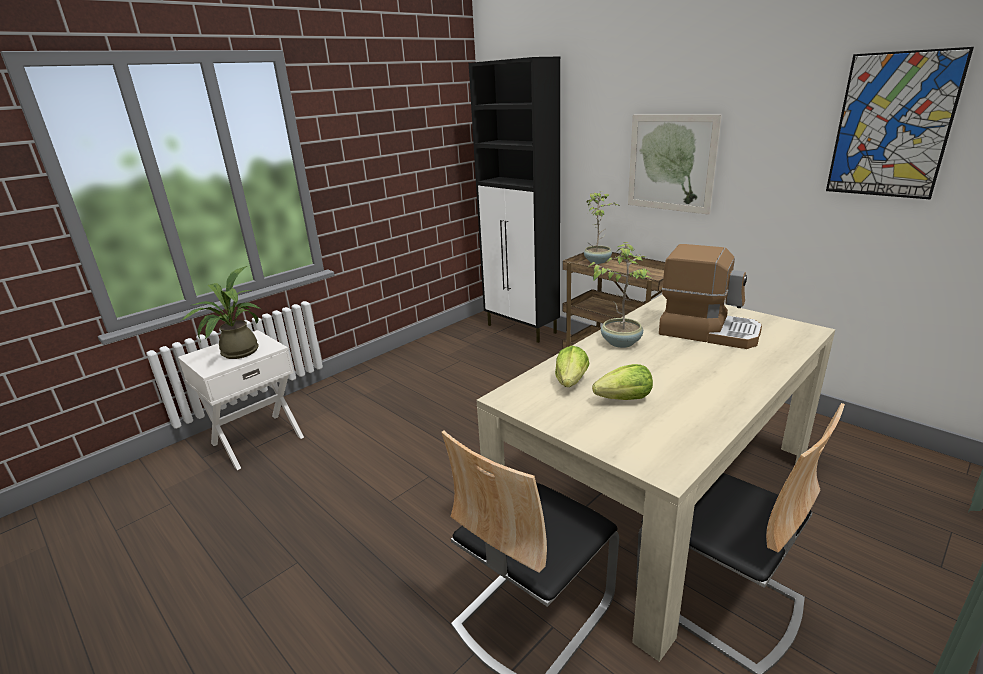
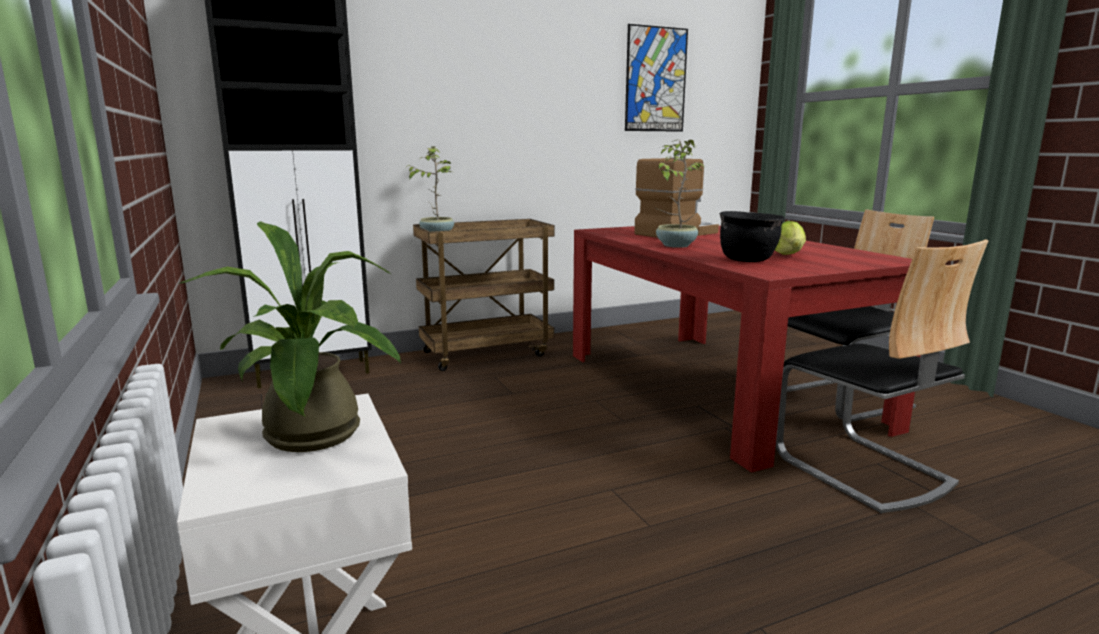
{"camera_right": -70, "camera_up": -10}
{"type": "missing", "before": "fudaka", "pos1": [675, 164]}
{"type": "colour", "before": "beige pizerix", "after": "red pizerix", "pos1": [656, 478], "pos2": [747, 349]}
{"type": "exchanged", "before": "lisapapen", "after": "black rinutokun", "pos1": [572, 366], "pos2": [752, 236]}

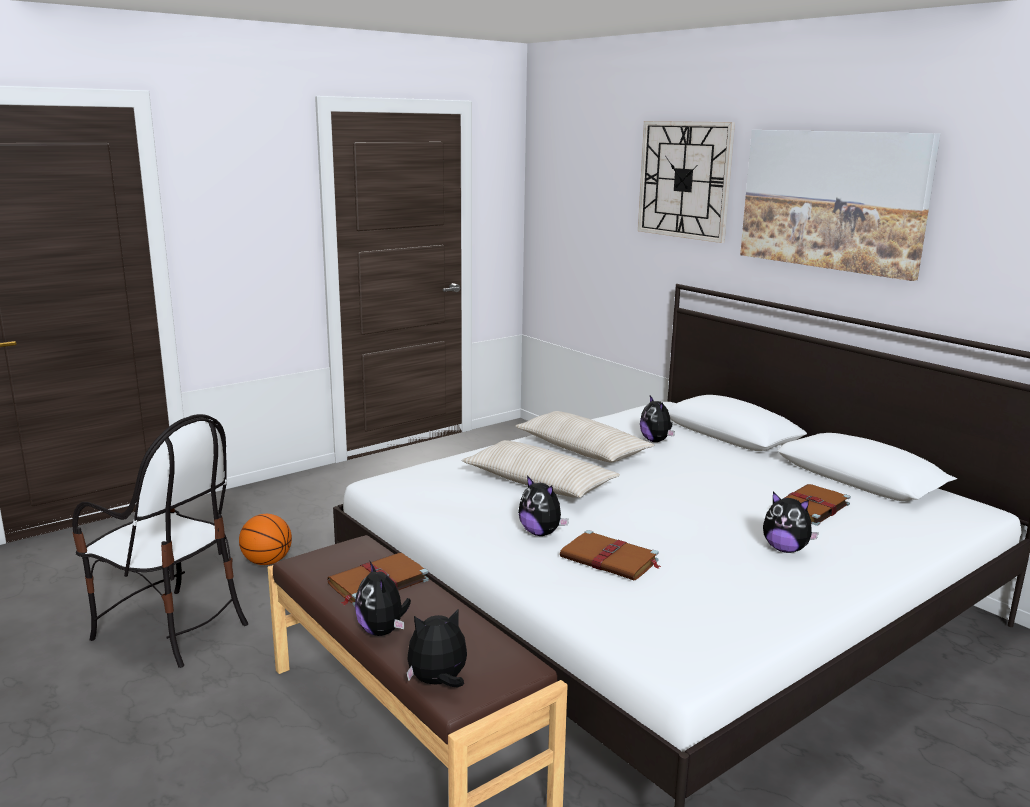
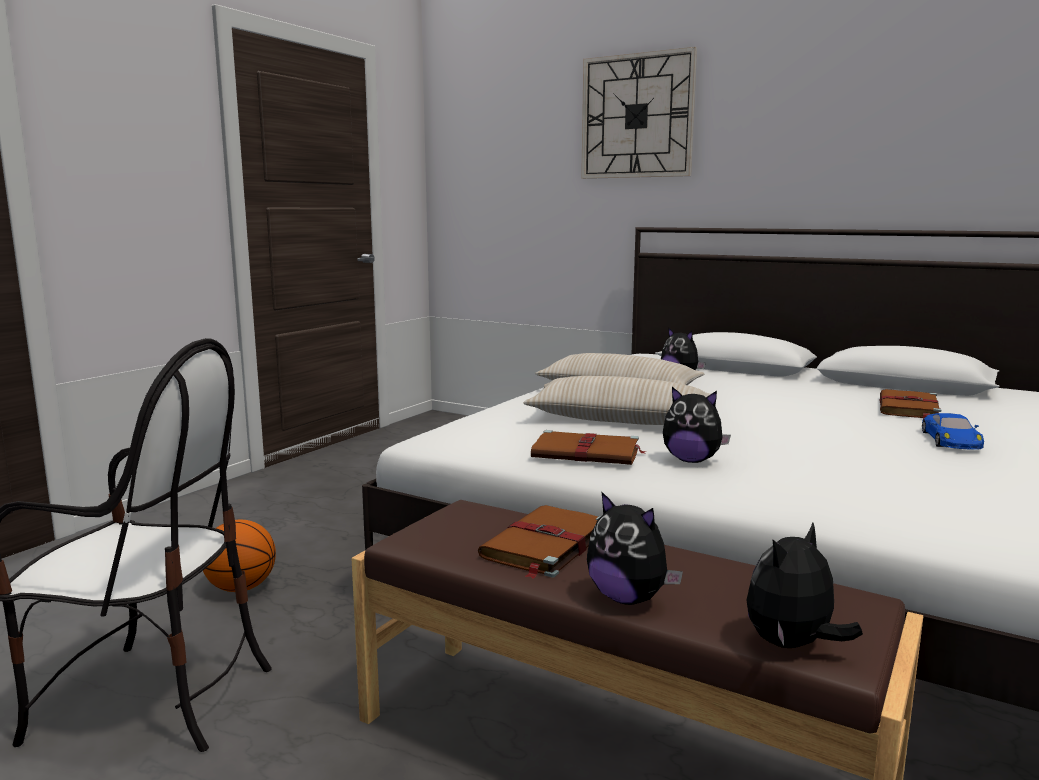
{"camera_right": -20, "camera_up": -5}
{"type": "missing", "before": "fudaka", "pos1": [840, 205]}
{"type": "exchanged", "before": "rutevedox", "after": "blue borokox", "pos1": [791, 522], "pos2": [953, 431]}
{"type": "relocated", "before": "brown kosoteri", "pos1": [611, 555], "pos2": [589, 447]}

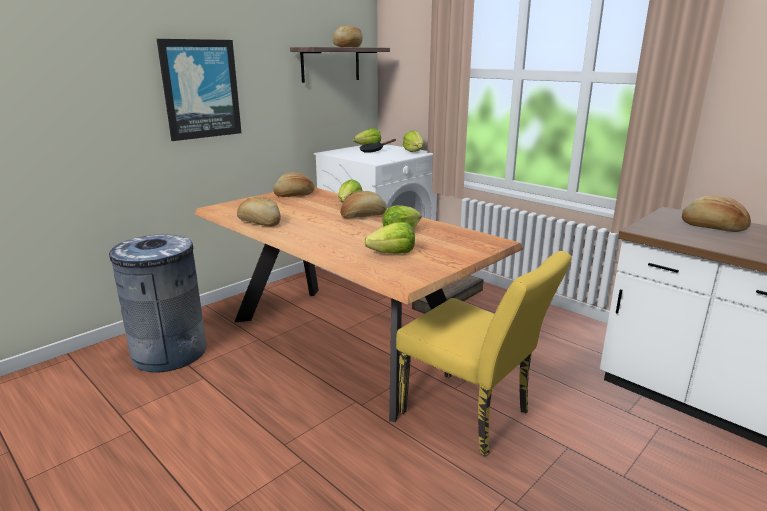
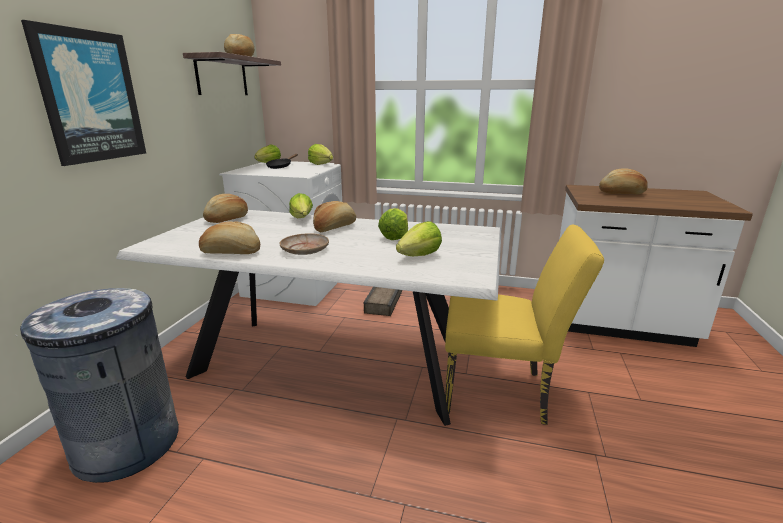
{"camera_right": -30, "camera_up": 0}
{"type": "colour", "before": "brown pizerix", "after": "white pizerix", "pos1": [358, 304], "pos2": [308, 318]}
{"type": "appeared", "after": "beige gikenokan", "pos2": [304, 244]}

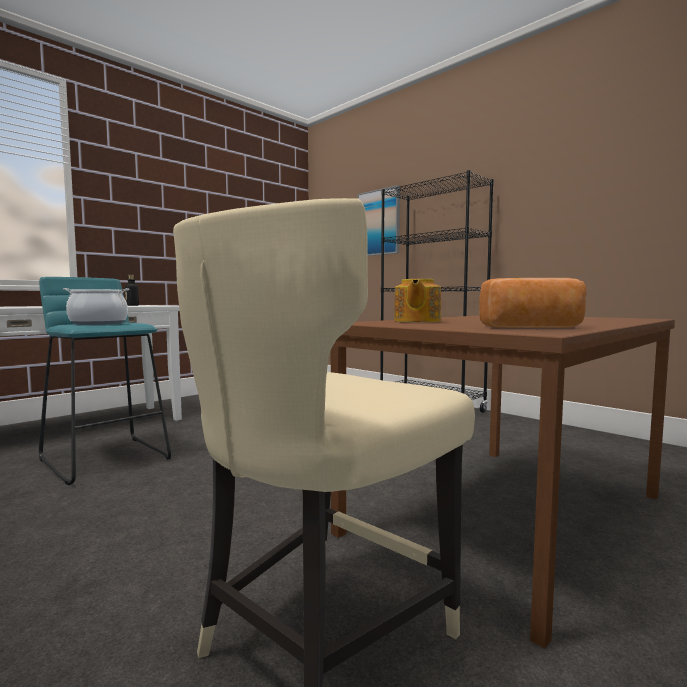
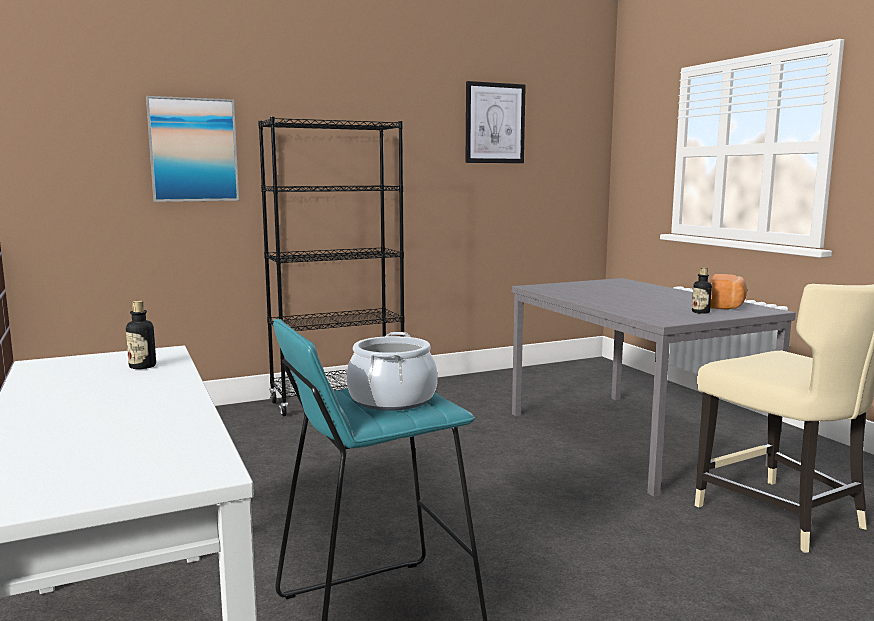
{"camera_right": -70, "camera_up": 5}
{"type": "missing", "before": "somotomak", "pos1": [417, 300]}
{"type": "colour", "before": "brown pizerix", "after": "grey pizerix", "pos1": [503, 482], "pos2": [654, 387]}
{"type": "appeared", "after": "fudaka", "pos2": [496, 122]}
{"type": "appeared", "after": "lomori", "pos2": [702, 290]}

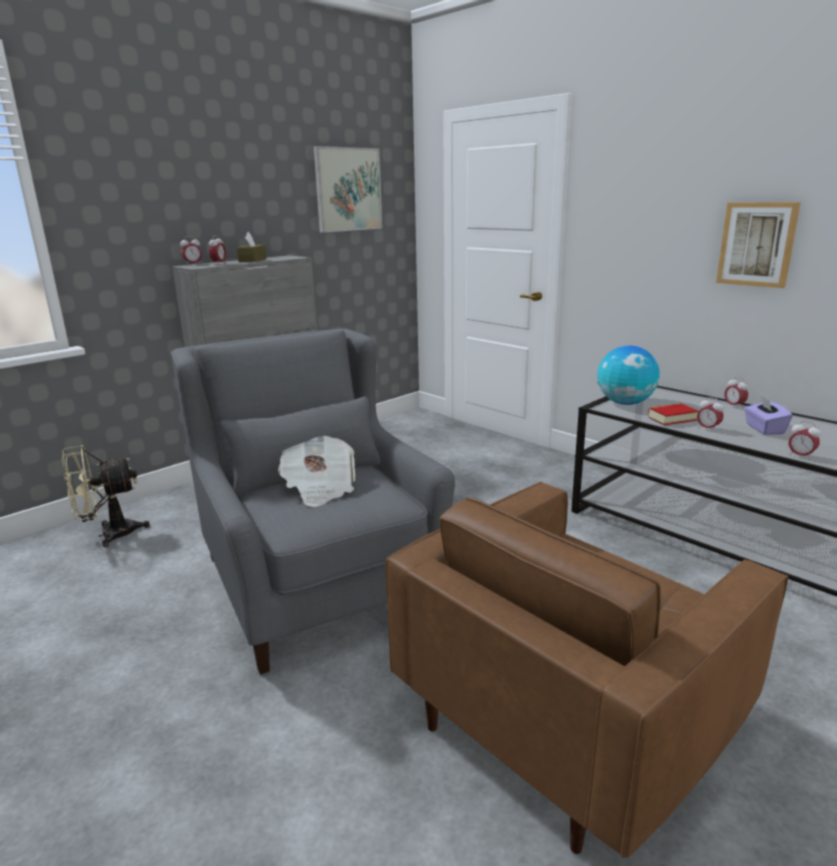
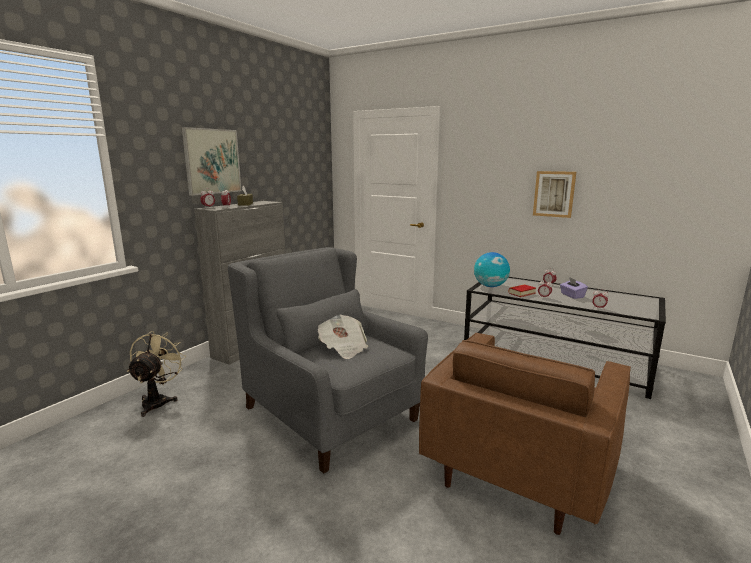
{"camera_right": -15, "camera_up": -5}
{"type": "relocated", "before": "fudaka", "pos1": [348, 189], "pos2": [211, 161]}
{"type": "spun", "before": "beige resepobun", "pos1": [105, 496], "pos2": [156, 374], "turn": 135}

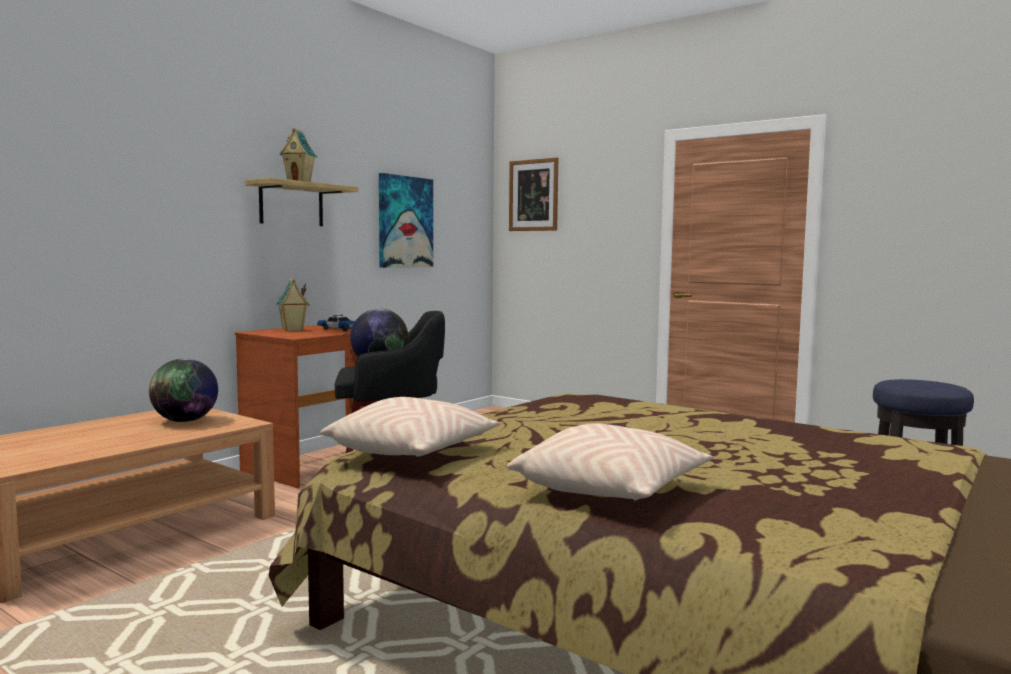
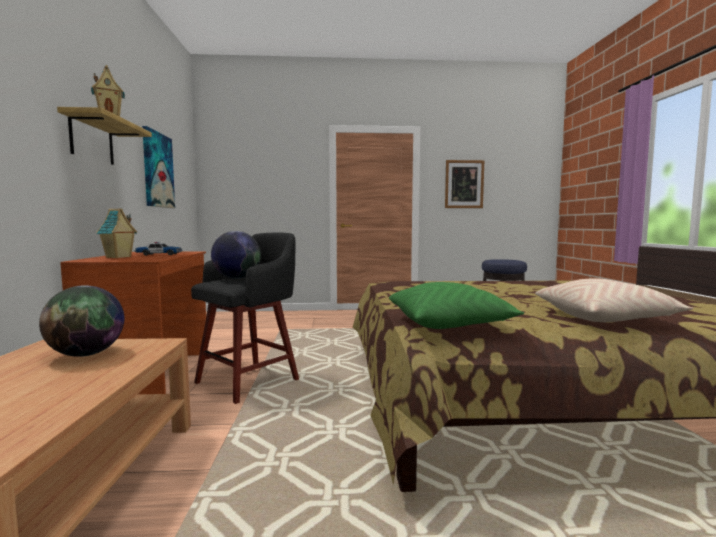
{"camera_right": -40, "camera_up": 0}
{"type": "relocated", "before": "fudaka", "pos1": [533, 194], "pos2": [464, 184]}
{"type": "colour", "before": "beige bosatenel", "after": "green bosatenel", "pos1": [410, 427], "pos2": [456, 305]}

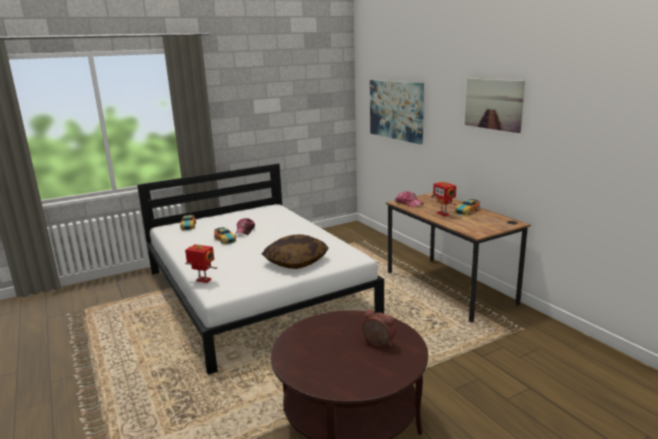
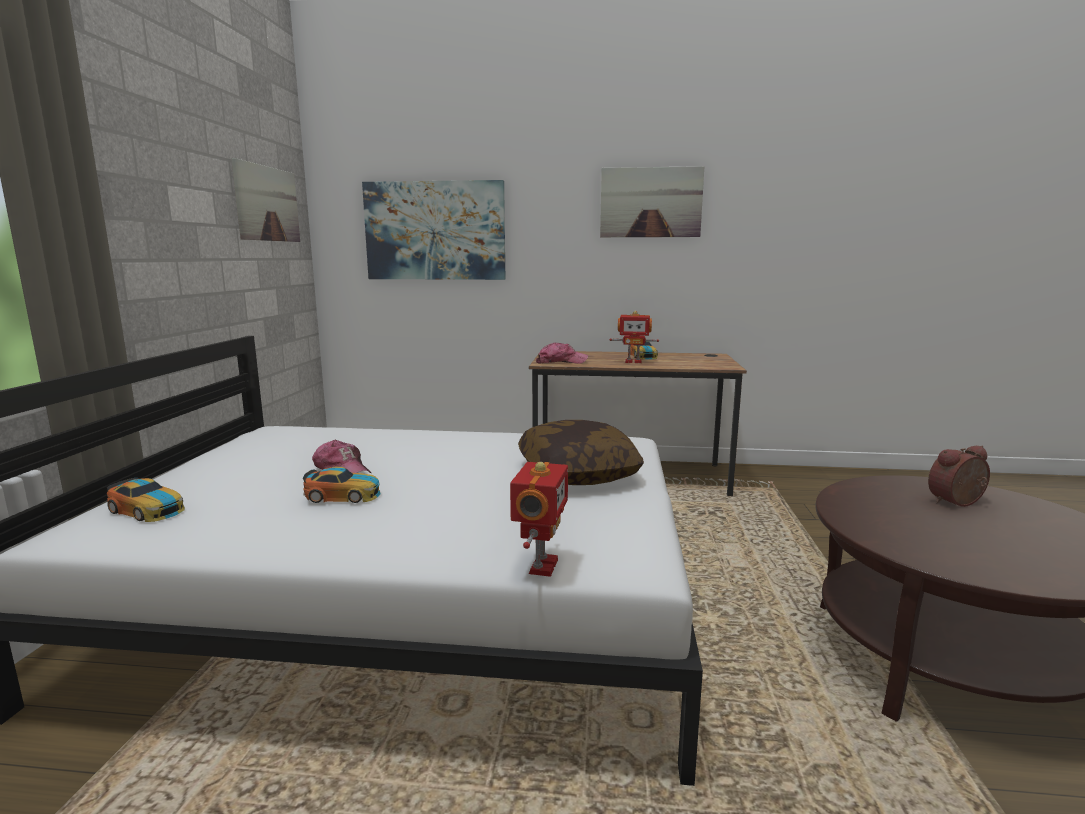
{"camera_right": -55, "camera_up": -5}
{"type": "spun", "before": "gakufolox", "pos1": [201, 263], "pos2": [539, 519], "turn": 135}
{"type": "appeared", "after": "fudaka", "pos2": [265, 200]}

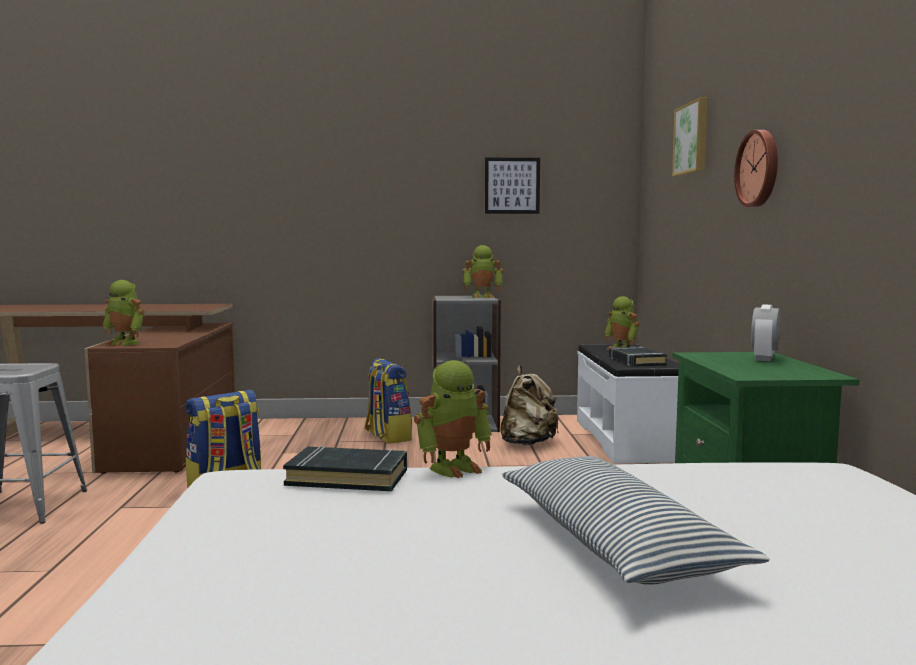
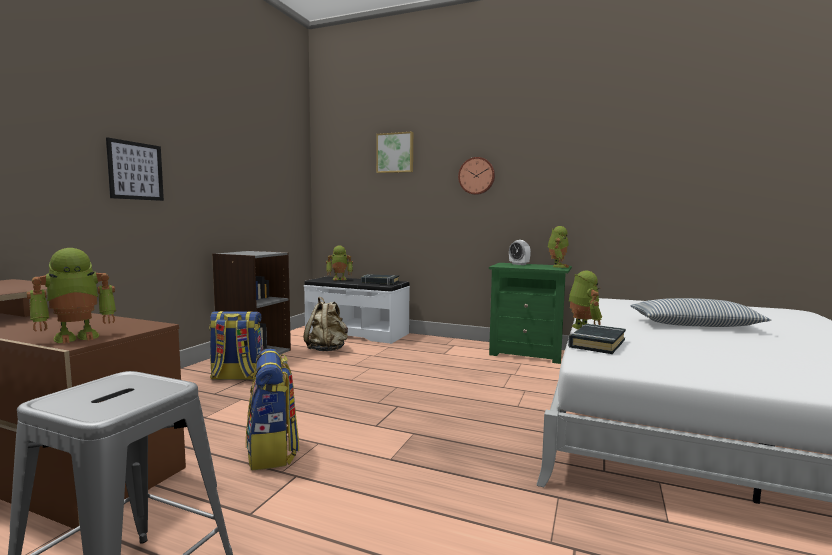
{"camera_right": -65, "camera_up": 0}
{"type": "relocated", "before": "fudaka", "pos1": [512, 186], "pos2": [135, 169]}
{"type": "relocated", "before": "gakufolox", "pos1": [483, 271], "pos2": [558, 247]}

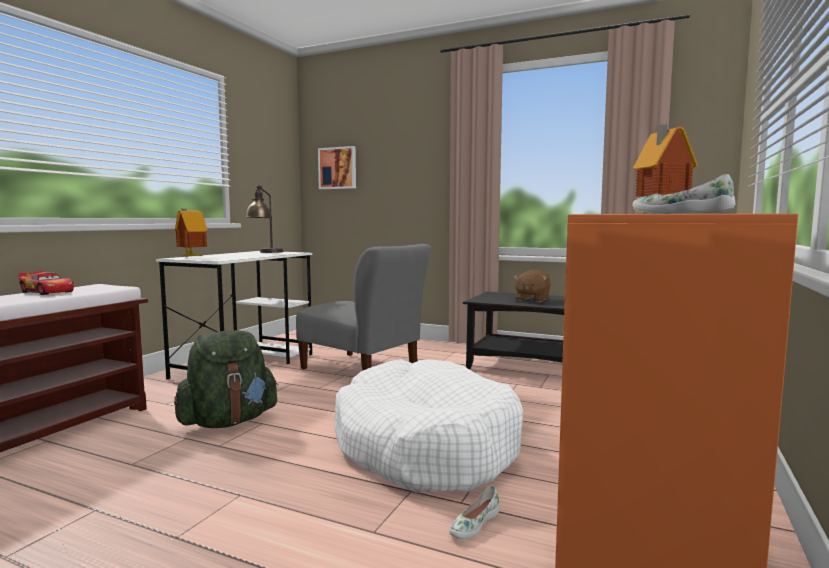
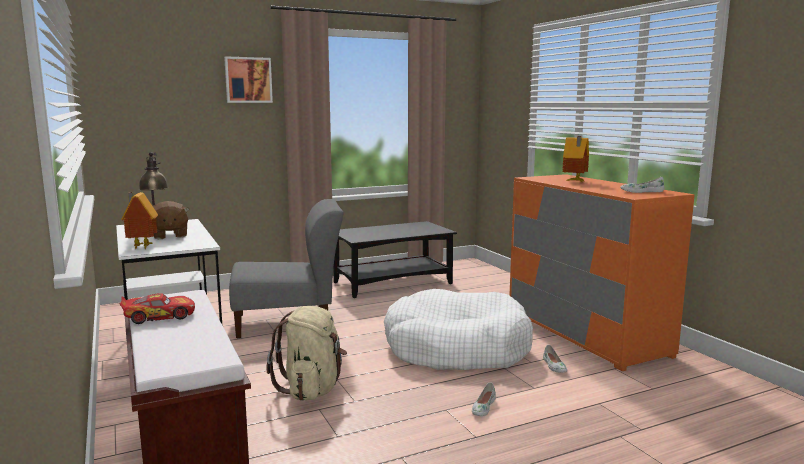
{"camera_right": -50, "camera_up": 5}
{"type": "relocated", "before": "fudaka", "pos1": [337, 167], "pos2": [248, 79]}
{"type": "relocated", "before": "brown rutevedox", "pos1": [532, 286], "pos2": [171, 220]}
{"type": "colour", "before": "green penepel", "after": "beige penepel", "pos1": [226, 379], "pos2": [306, 353]}
{"type": "appeared", "after": "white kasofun", "pos2": [484, 399]}

